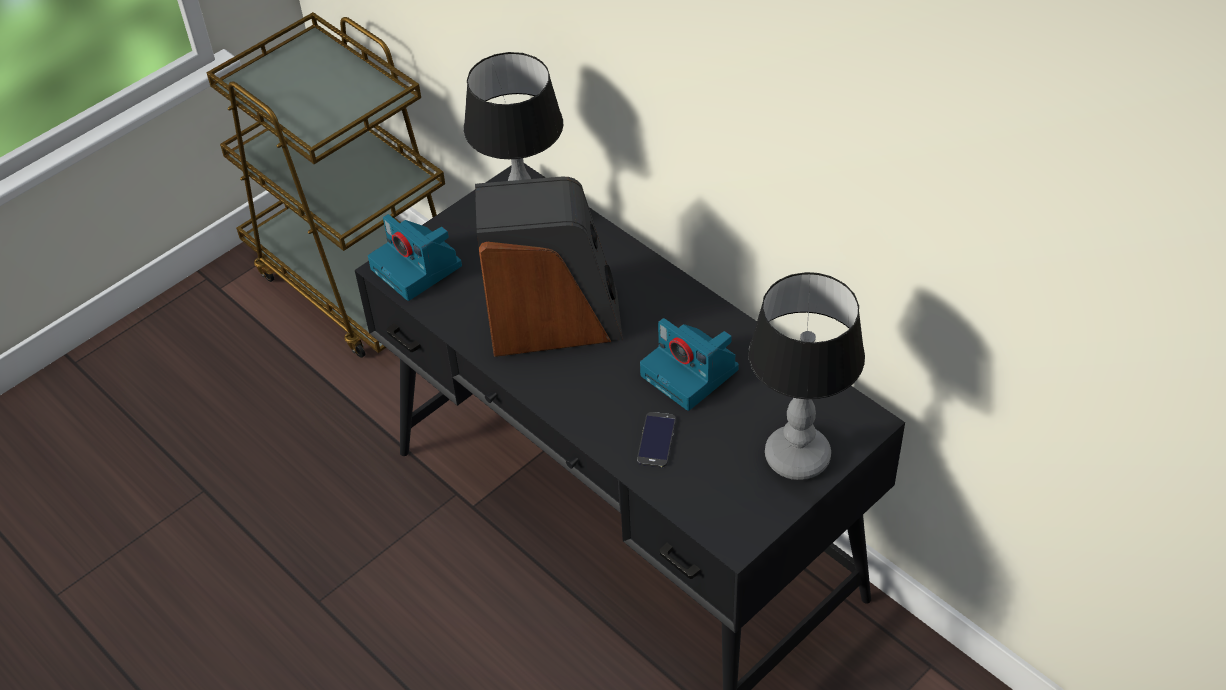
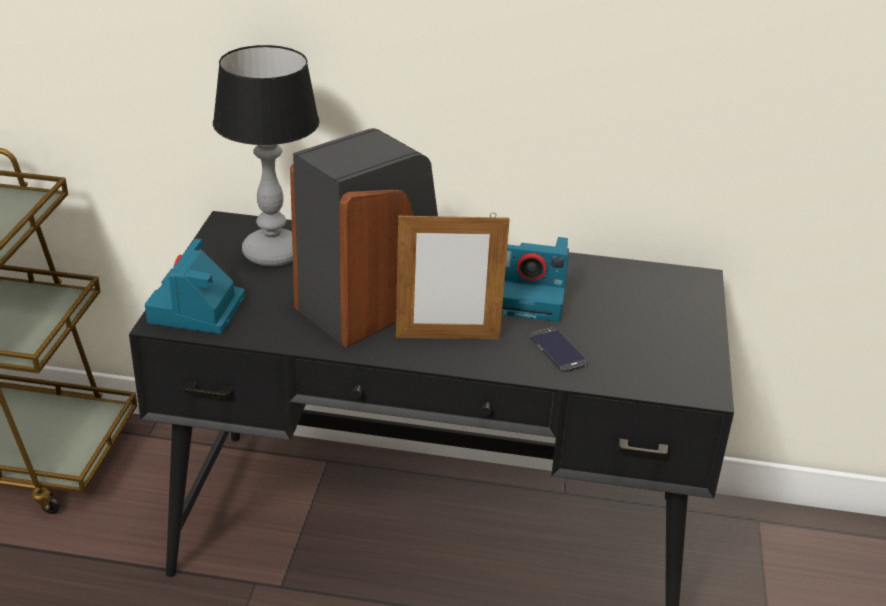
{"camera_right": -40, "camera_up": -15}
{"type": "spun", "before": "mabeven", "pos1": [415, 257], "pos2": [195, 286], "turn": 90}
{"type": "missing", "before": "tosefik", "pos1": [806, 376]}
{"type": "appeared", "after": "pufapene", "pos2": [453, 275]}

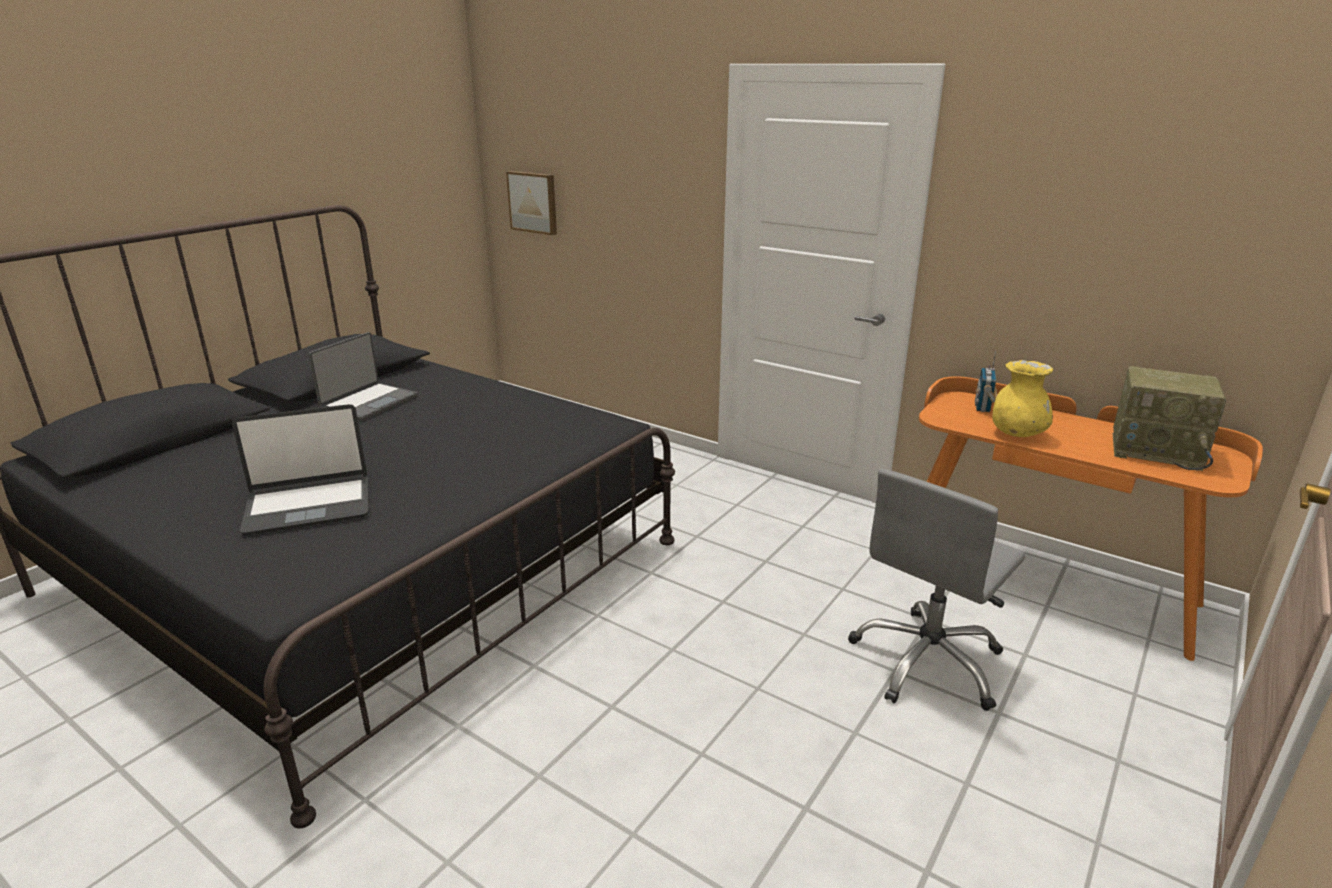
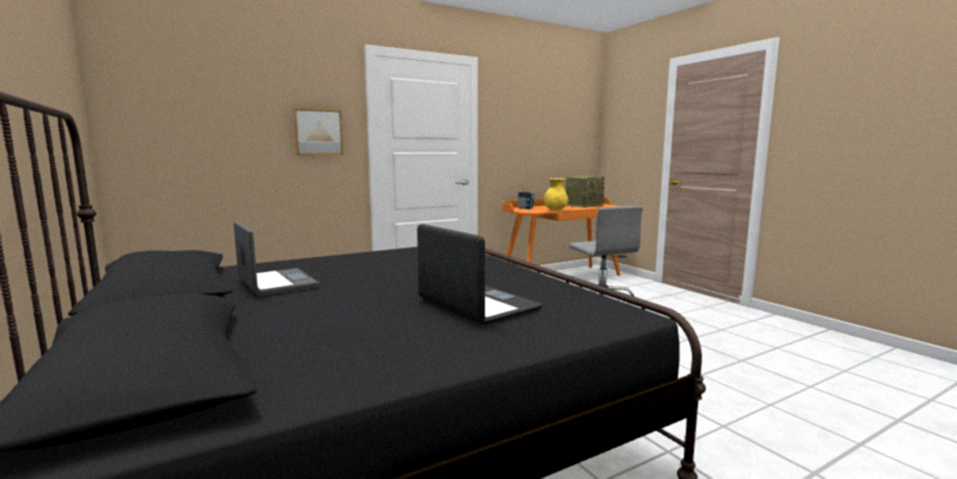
{"camera_right": -65, "camera_up": -15}
{"type": "relocated", "before": "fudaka", "pos1": [531, 203], "pos2": [318, 131]}
{"type": "spun", "before": "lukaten", "pos1": [300, 470], "pos2": [479, 274], "turn": -45}

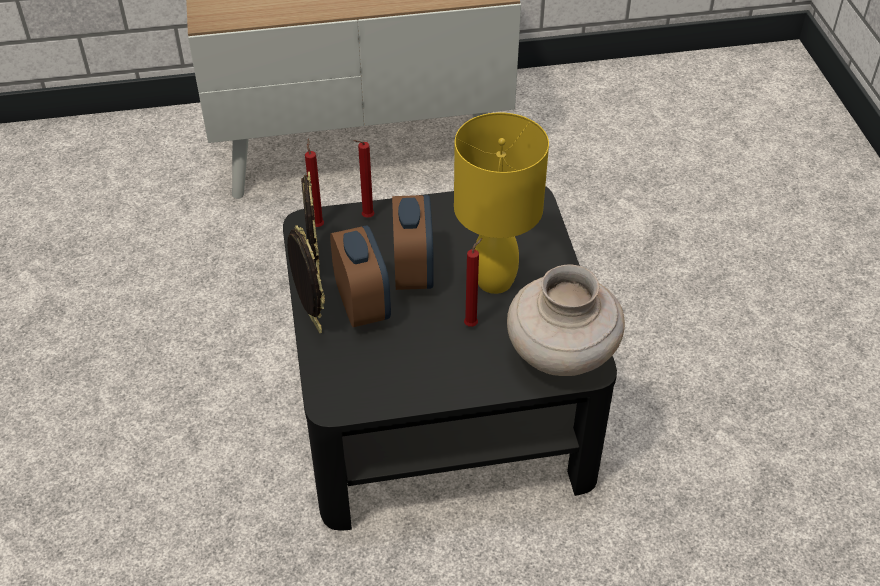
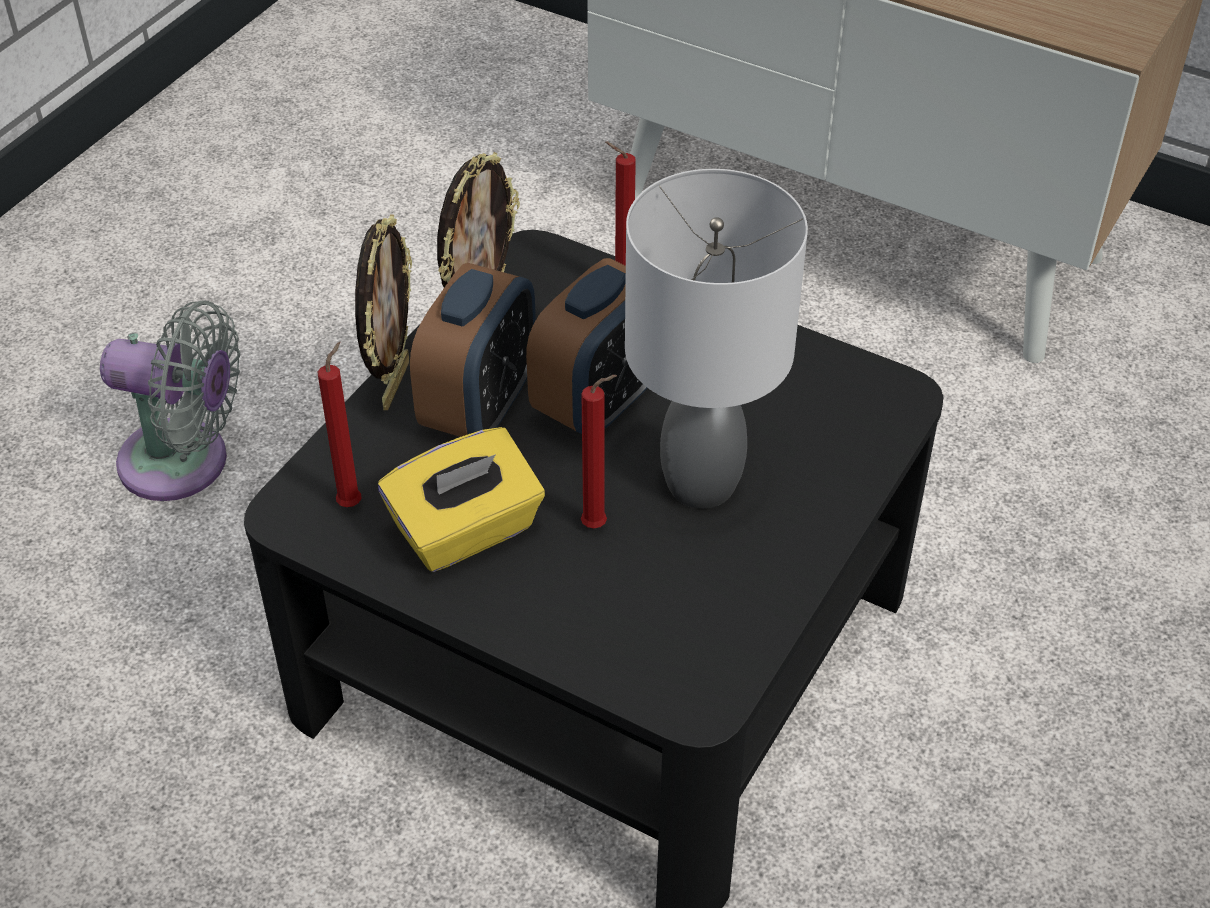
{"camera_right": 40, "camera_up": 0}
{"type": "colour", "before": "yellow tosefik", "after": "grey tosefik", "pos1": [501, 203], "pos2": [716, 339]}
{"type": "relocated", "before": "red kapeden", "pos1": [314, 183], "pos2": [340, 424]}
{"type": "missing", "before": "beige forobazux", "pos1": [566, 320]}
{"type": "appeared", "after": "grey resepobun", "pos2": [170, 401]}
{"type": "appeared", "after": "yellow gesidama", "pos2": [461, 499]}

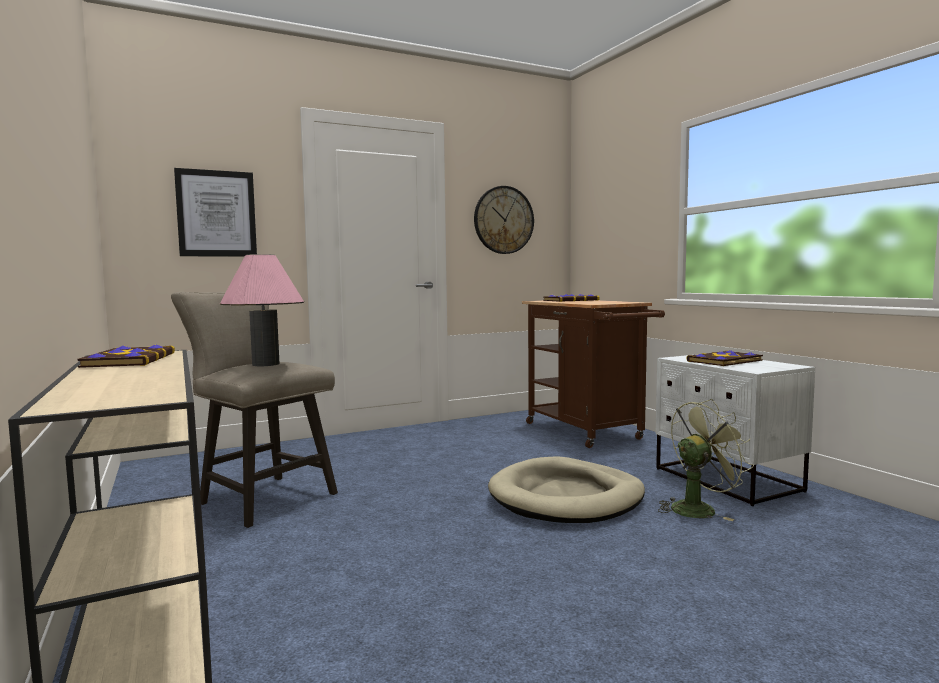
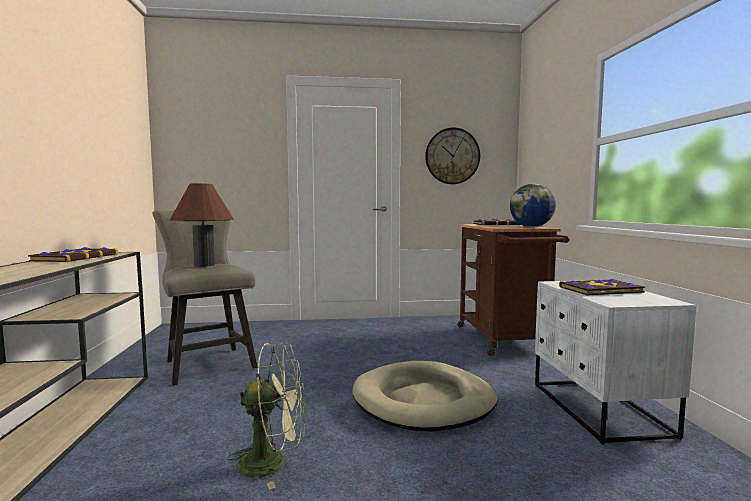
{"camera_right": 20, "camera_up": 0}
{"type": "missing", "before": "fudaka", "pos1": [215, 212]}
{"type": "colour", "before": "pink tosefik", "after": "brown tosefik", "pos1": [262, 310], "pos2": [201, 225]}
{"type": "relocated", "before": "green resepobun", "pos1": [706, 460], "pos2": [266, 416]}
{"type": "appeared", "after": "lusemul", "pos2": [533, 206]}

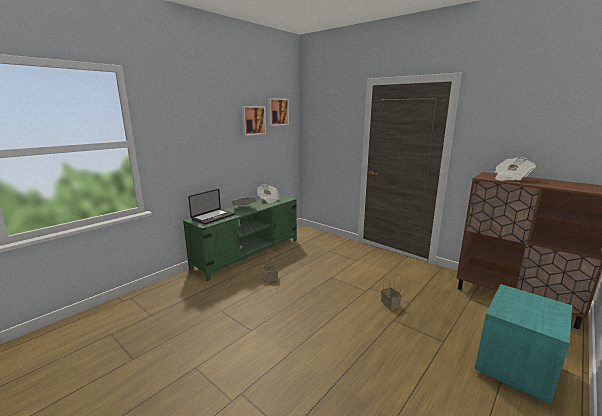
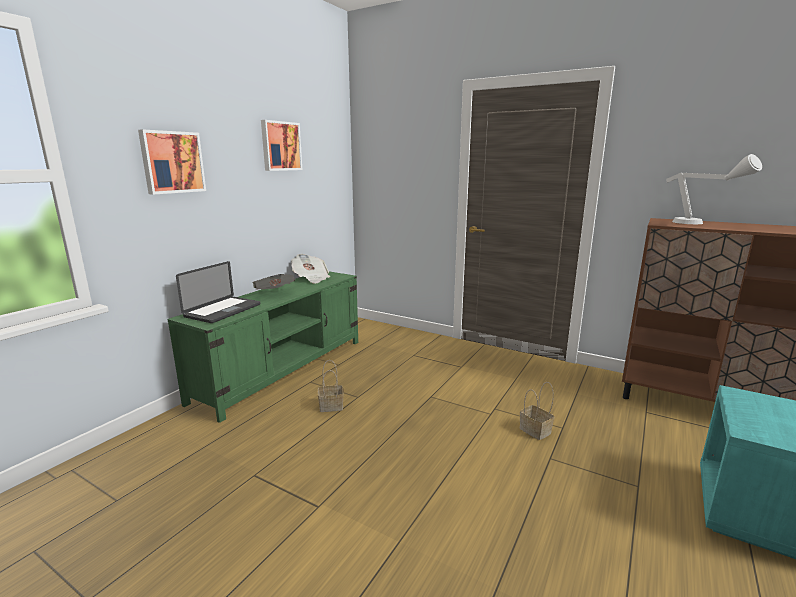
{"camera_right": -10, "camera_up": 0}
{"type": "relocated", "before": "fudaka", "pos1": [278, 112], "pos2": [172, 162]}
{"type": "exchanged", "before": "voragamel", "after": "grey tosefik", "pos1": [515, 169], "pos2": [714, 189]}

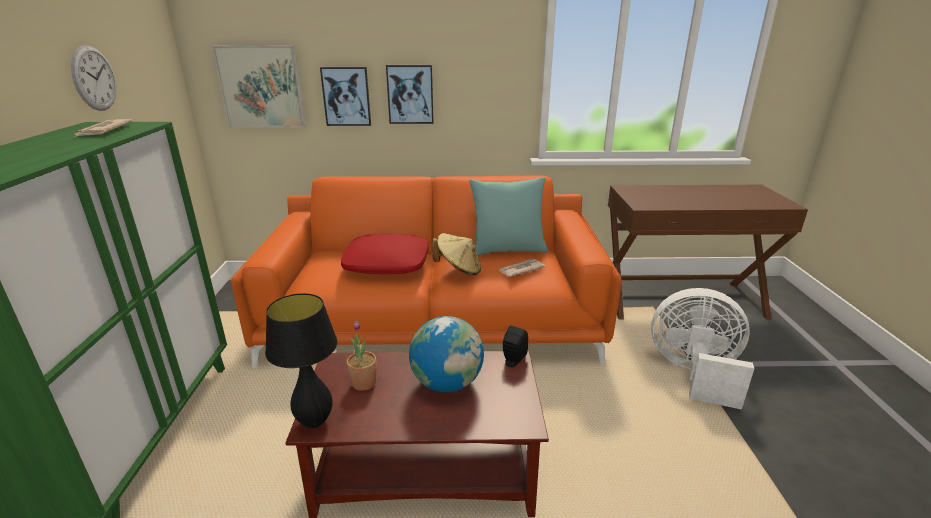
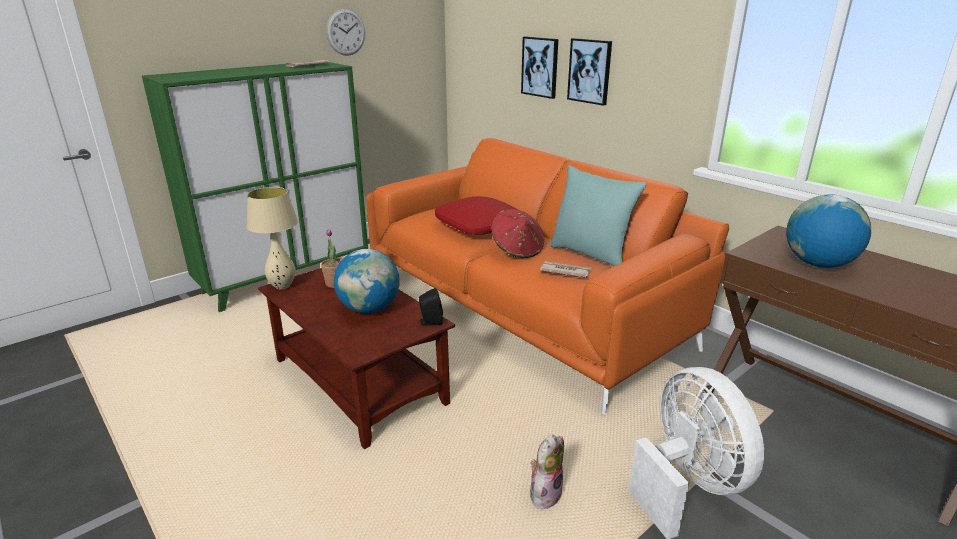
{"camera_right": 50, "camera_up": 0}
{"type": "missing", "before": "fudaka", "pos1": [258, 86]}
{"type": "colour", "before": "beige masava", "after": "red masava", "pos1": [456, 254], "pos2": [517, 233]}
{"type": "colour", "before": "black tosefik", "after": "beige tosefik", "pos1": [301, 360], "pos2": [272, 238]}
{"type": "appeared", "after": "lusemul", "pos2": [828, 231]}
{"type": "appeared", "after": "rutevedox", "pos2": [547, 472]}

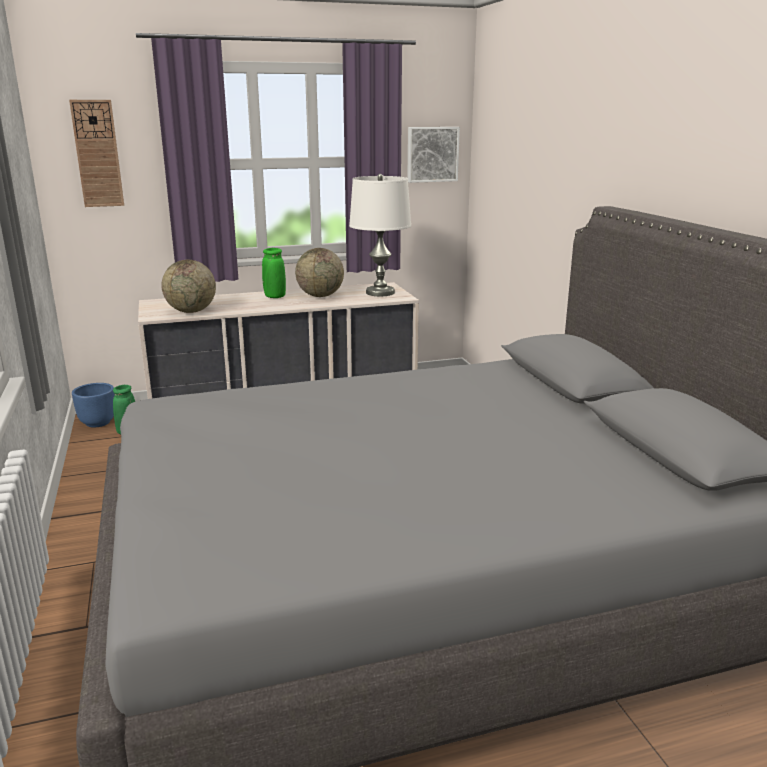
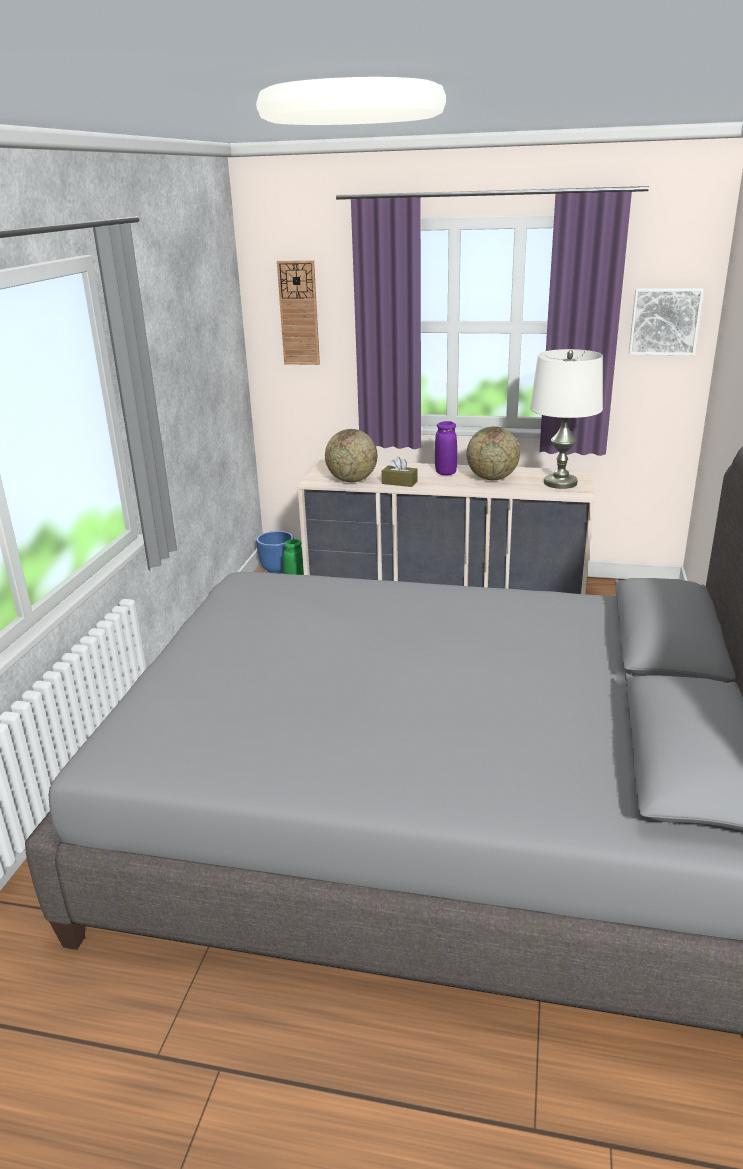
{"camera_right": 30, "camera_up": 5}
{"type": "colour", "before": "green forobazux", "after": "purple forobazux", "pos1": [274, 273], "pos2": [446, 448]}
{"type": "appeared", "after": "brown gesidama", "pos2": [400, 472]}

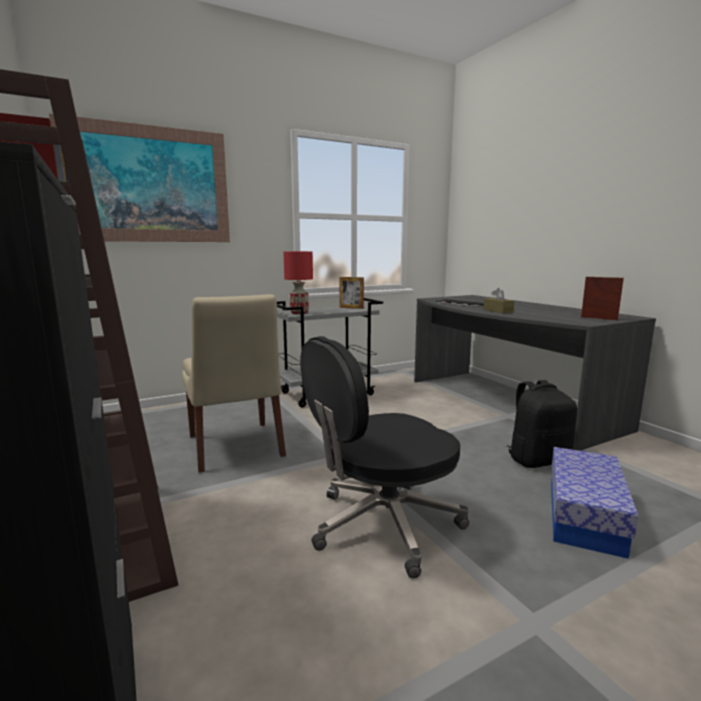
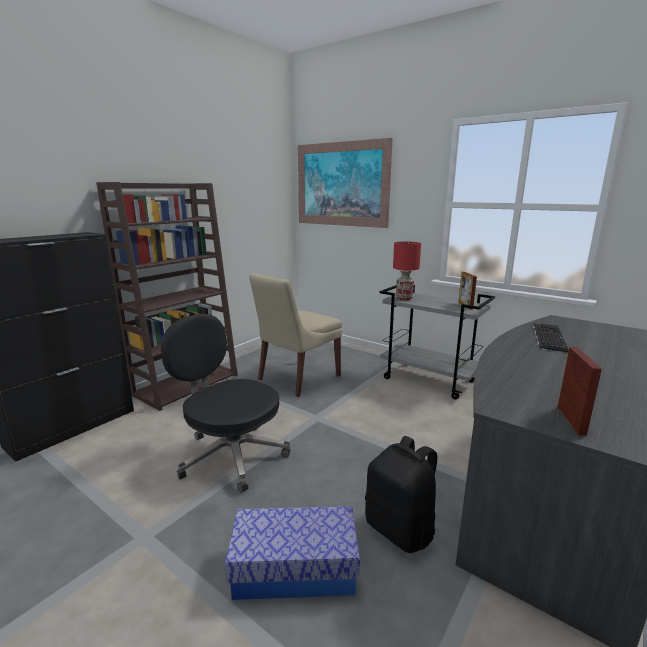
{"camera_right": 65, "camera_up": 5}
{"type": "missing", "before": "brown gesidama", "pos1": [499, 300]}

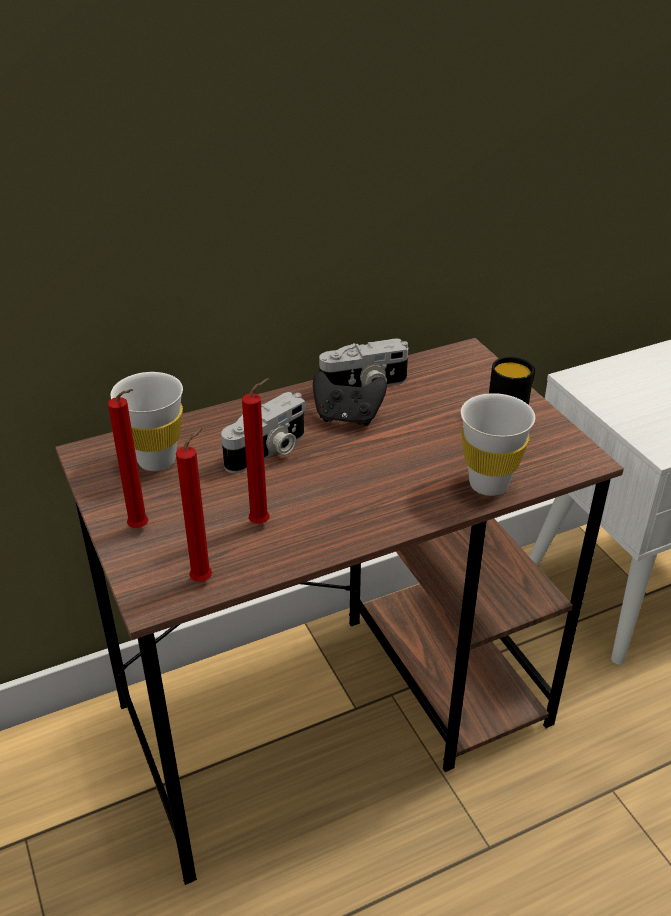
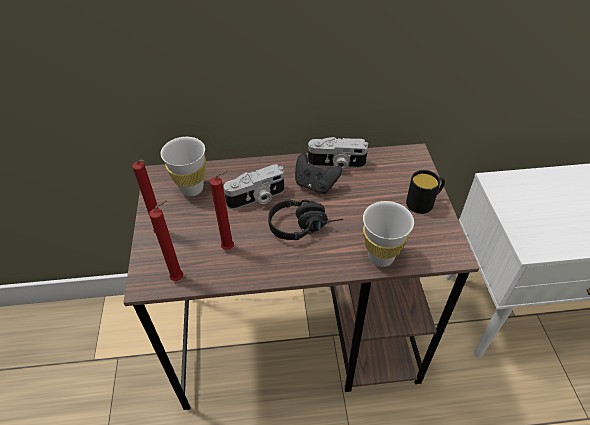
{"camera_right": 20, "camera_up": 10}
{"type": "appeared", "after": "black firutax", "pos2": [305, 219]}

